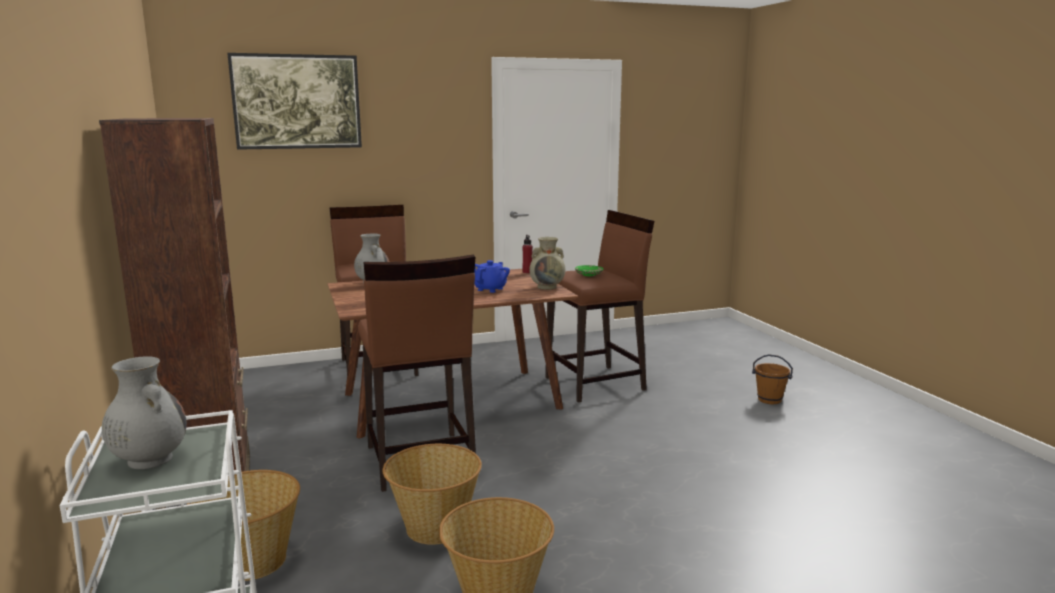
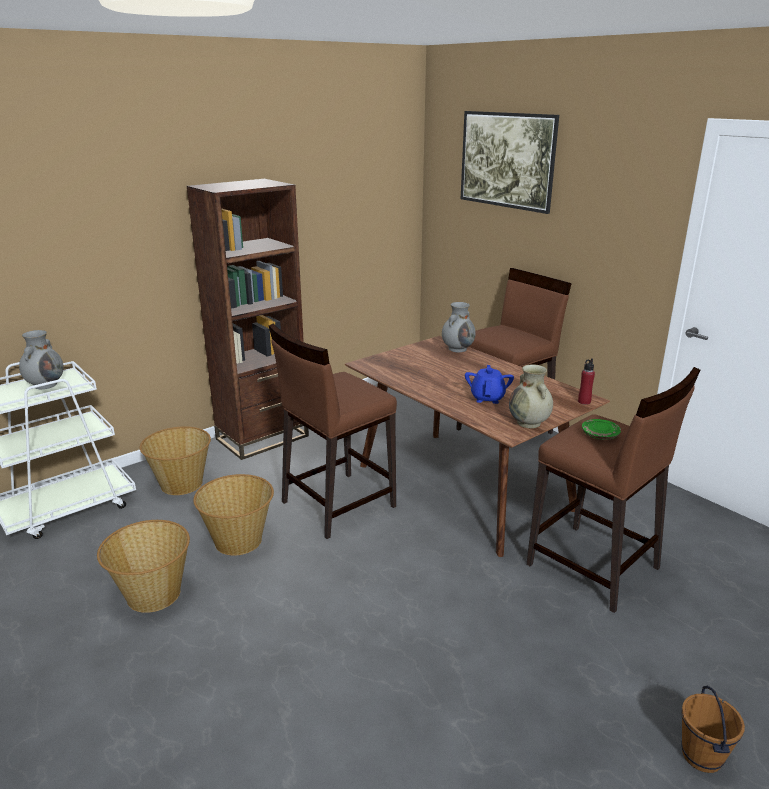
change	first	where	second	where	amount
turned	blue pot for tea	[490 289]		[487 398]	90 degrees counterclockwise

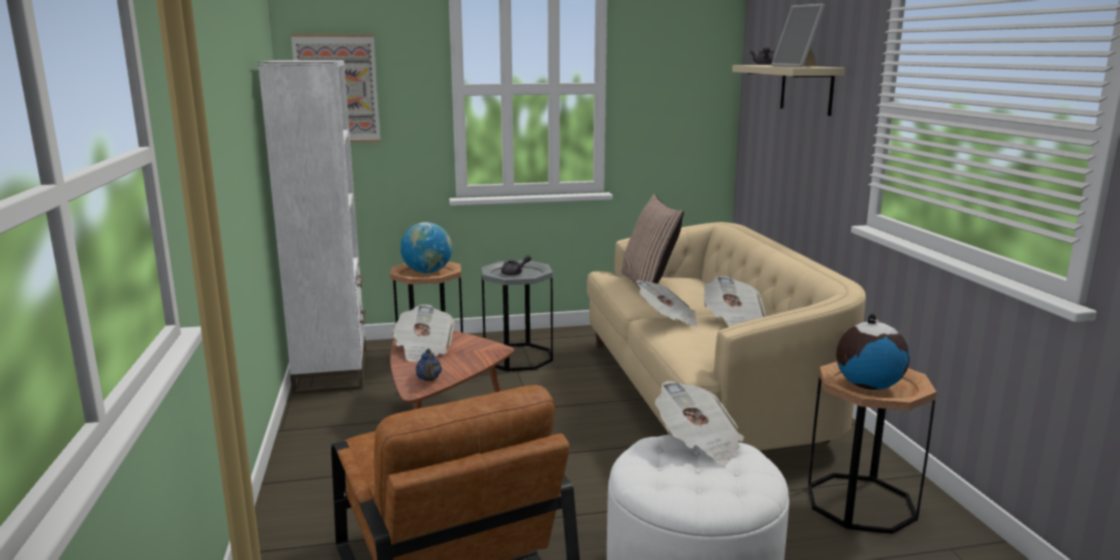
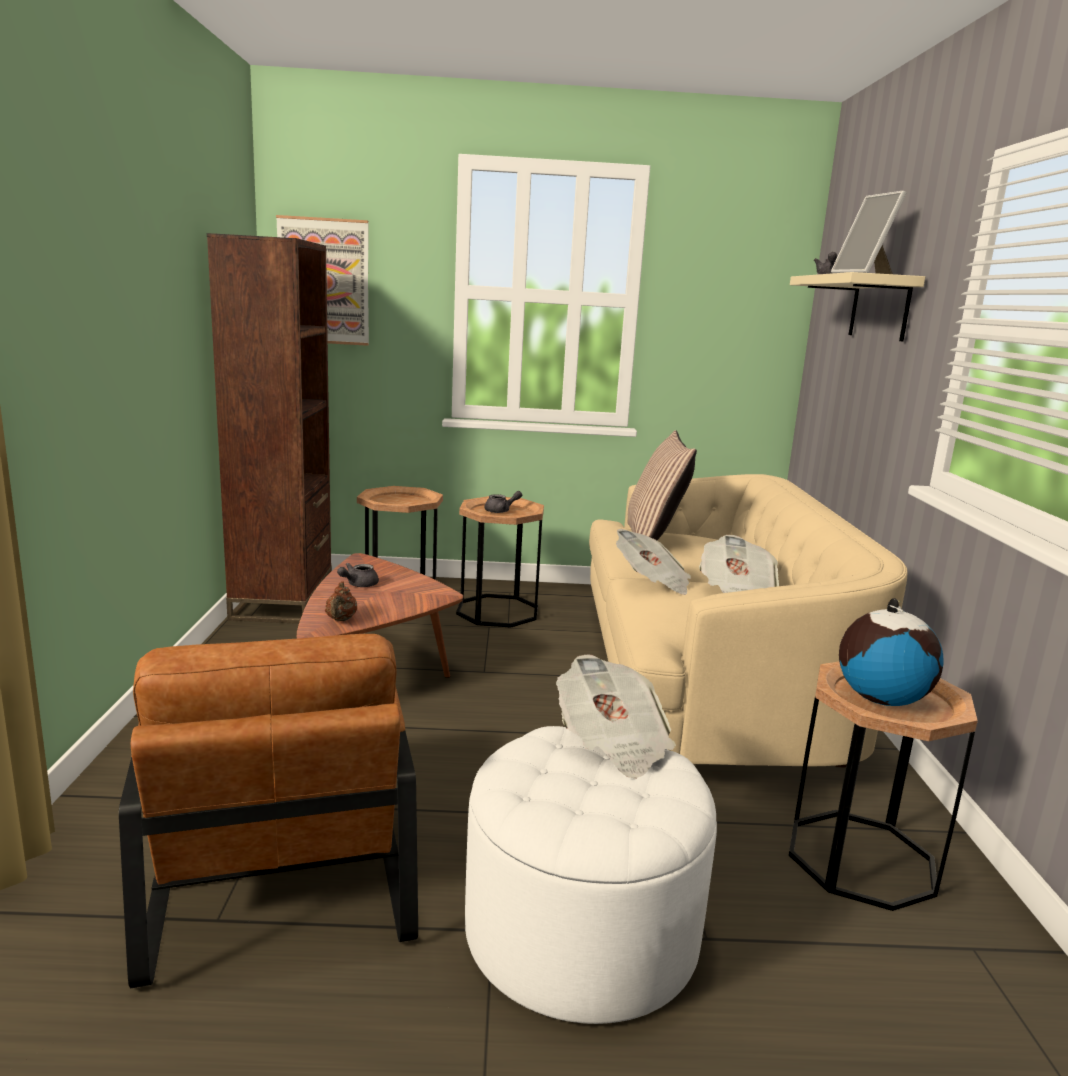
change	first	where	second	where	amount
removed	globe	[427 272]			
replaced	newspaper	[423 349]	grey pot for tea	[358 585]	
recoloured	white-coloured bookshelf	[332 372]	brown bookshelf	[283 602]	
recoloured	blue pot for tea	[429 380]	brown pot for tea	[341 620]	
recoloured	grey accent table	[518 357]	brown accent table	[497 611]	

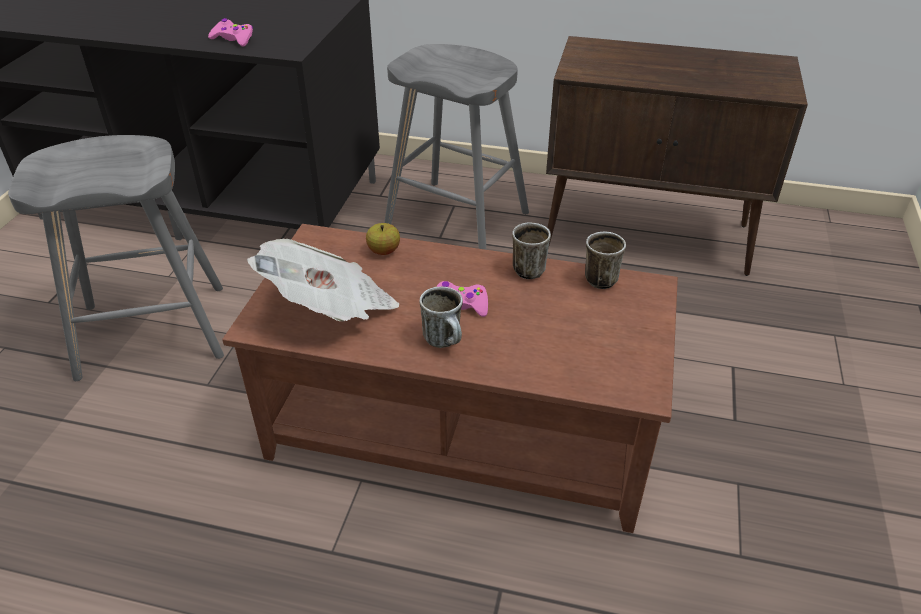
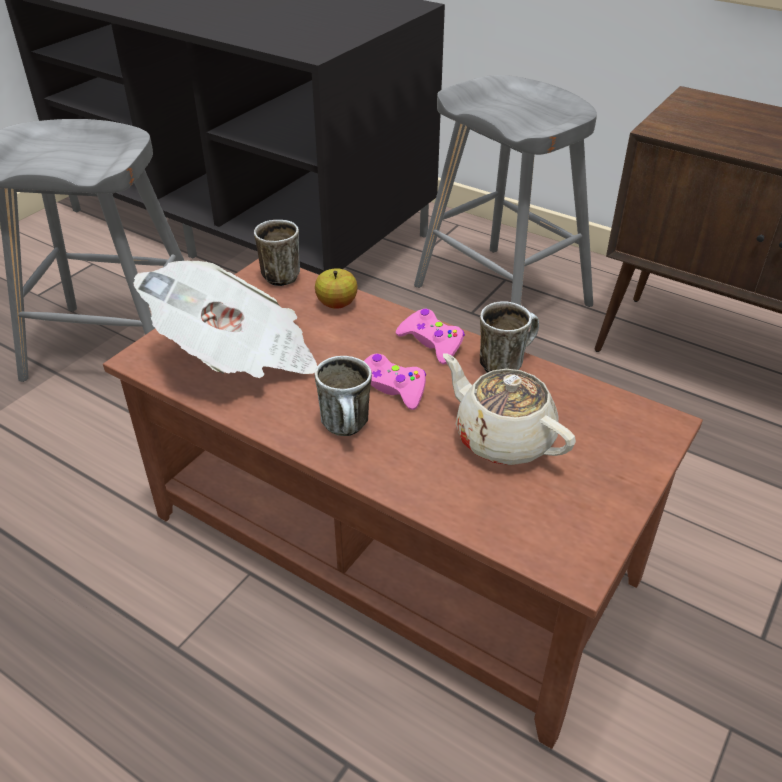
change	first	where	second	where	amount
added			beige-coloured pot for tea	[502 438]	
moved	pink-coloured joypad	[233 39]		[431 342]	
moved	tea mug	[598 277]		[282 274]	

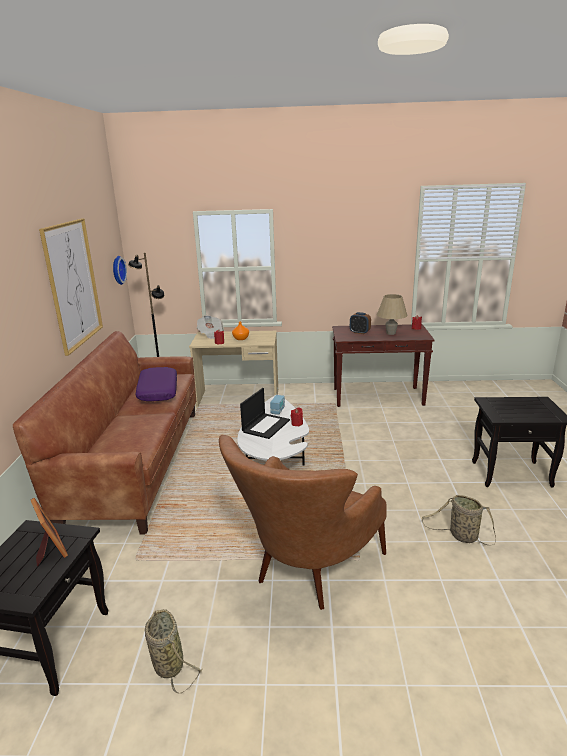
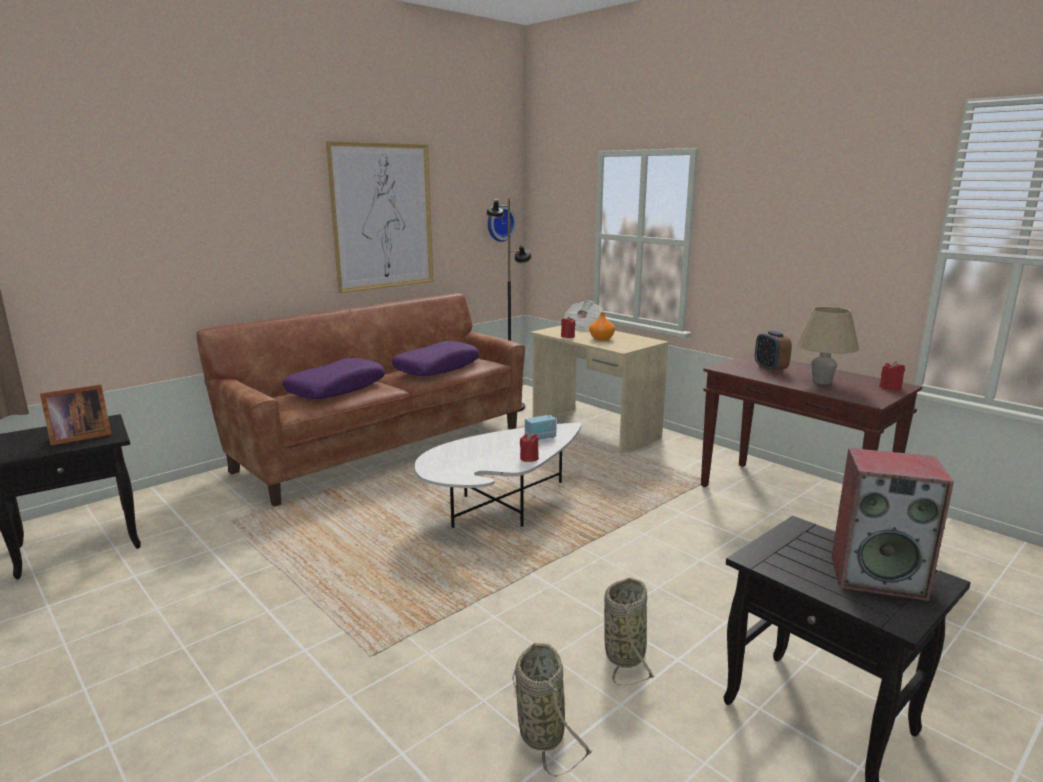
change	first	where	second	where	amount
removed	brown easy chair	[305 573]			
removed	laptop	[266 426]			
added			purple throw pillow	[336 389]	
added			audio speaker	[878 577]	
moved	storage basket	[167 663]		[625 653]	
turned	picture frame	[49 549]		[78 437]	45 degrees clockwise

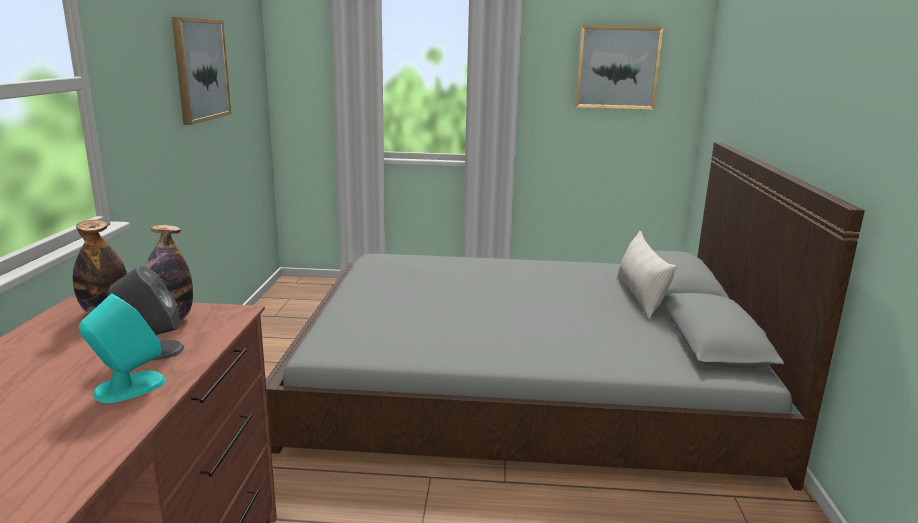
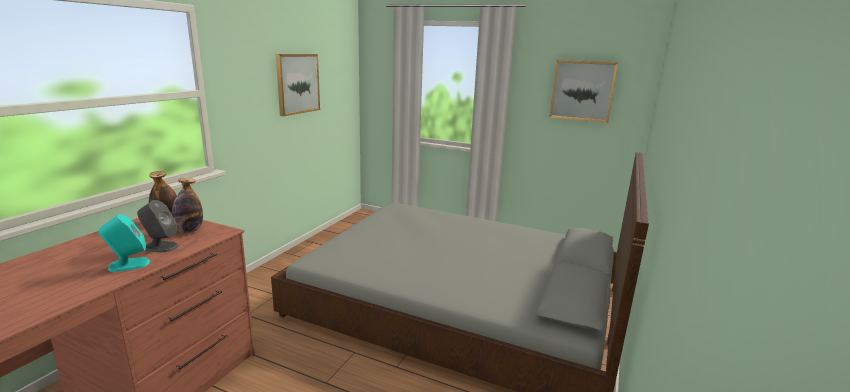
change	first	where	second	where	amount
removed	beige-coloured throw pillow	[640 296]			

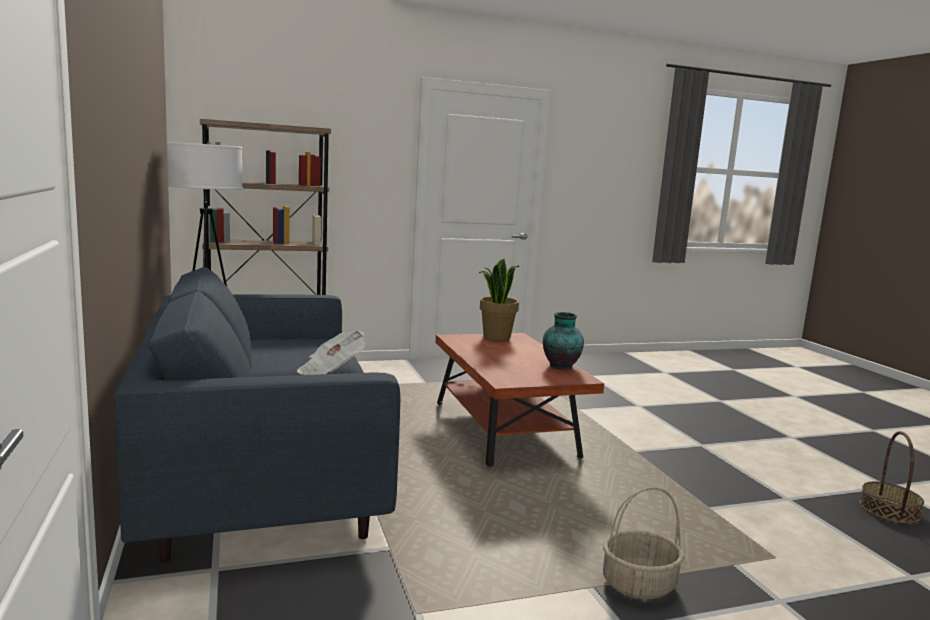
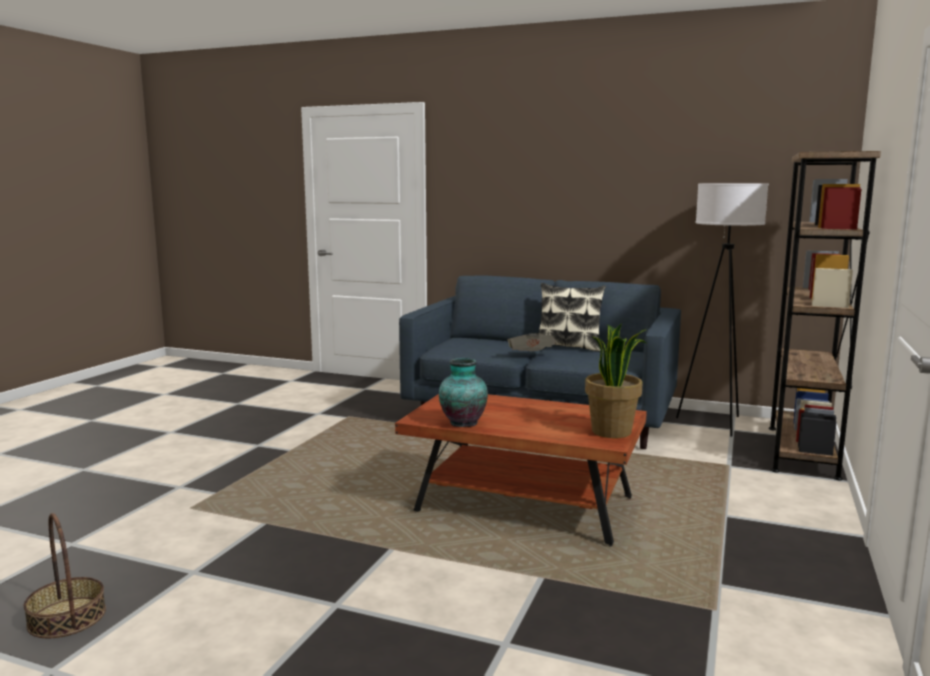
change	first	where	second	where	amount
removed	storage basket	[638 584]			
added			throw pillow	[568 347]	

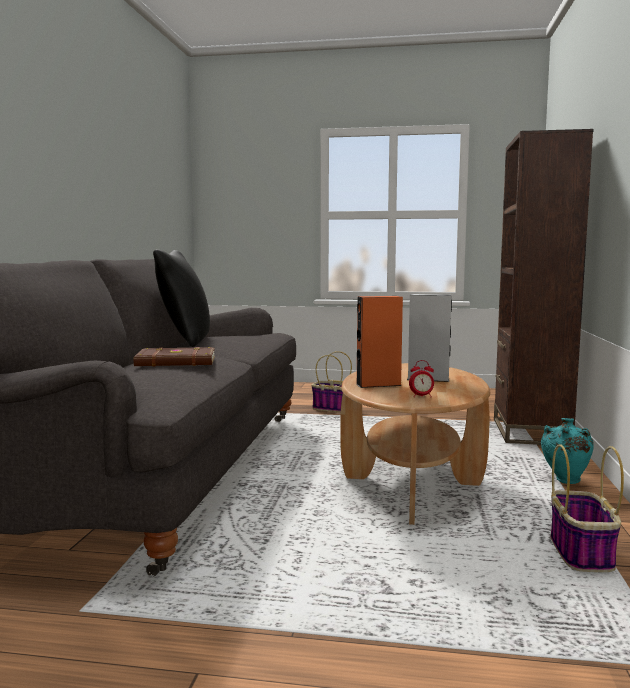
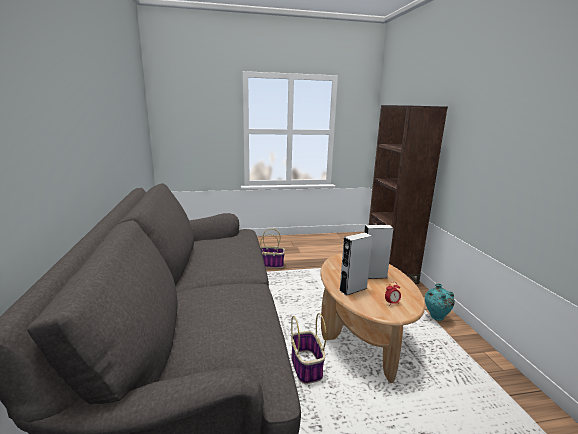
change	first	where	second	where	amount
removed	brown bound book	[176 362]			
removed	black-coloured throw pillow	[185 340]			
moved	storage basket	[582 553]		[306 367]	
recoloured	orange-coloured audio speaker	[378 384]	grey audio speaker	[353 289]	

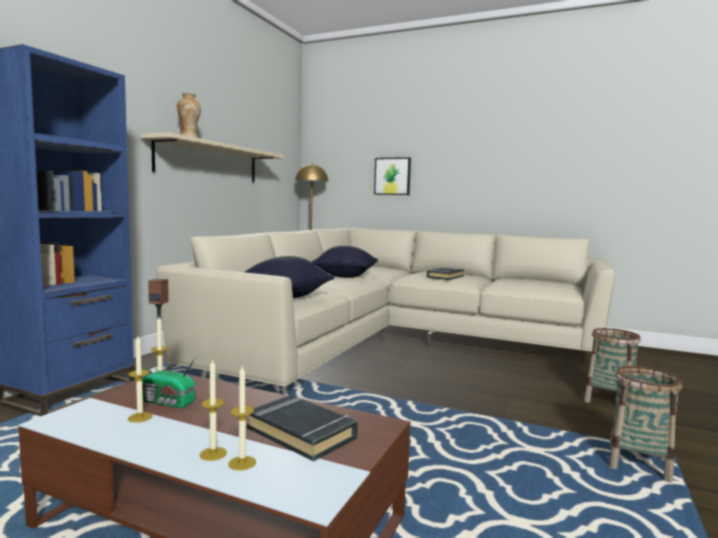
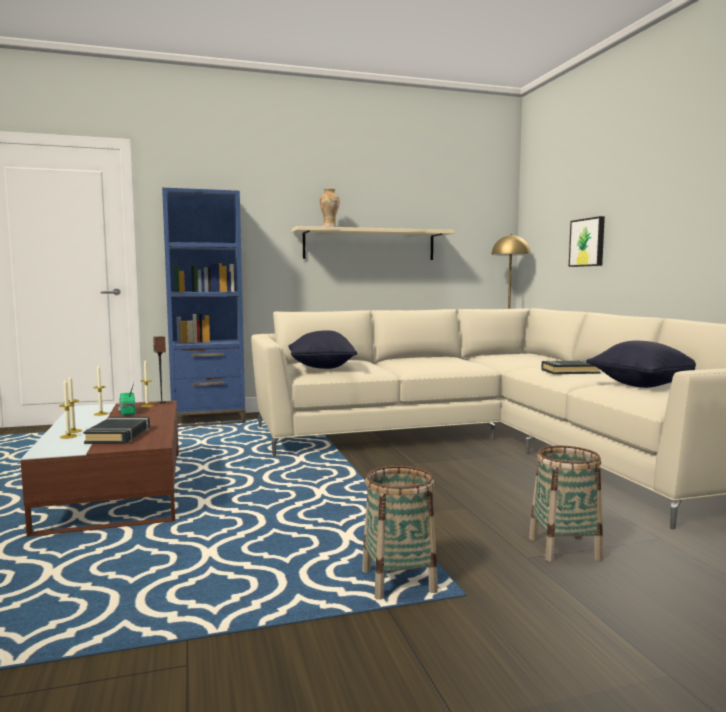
change	first	where	second	where	amount
moved	black-coloured throw pillow	[345 276]		[642 385]	

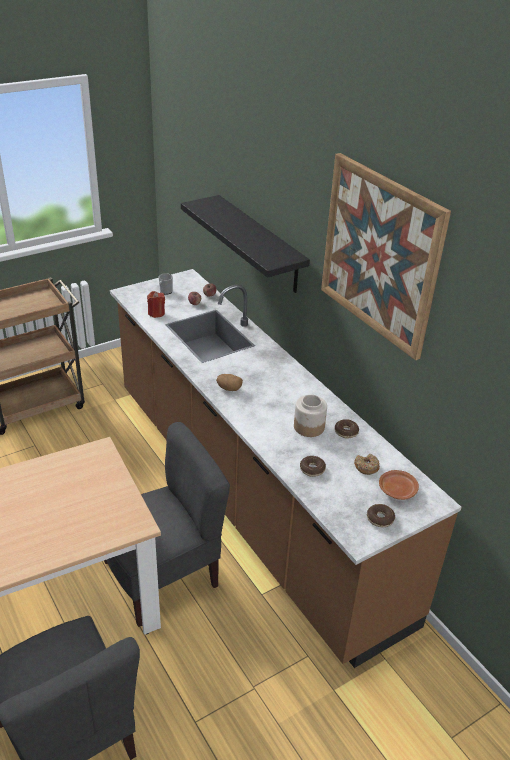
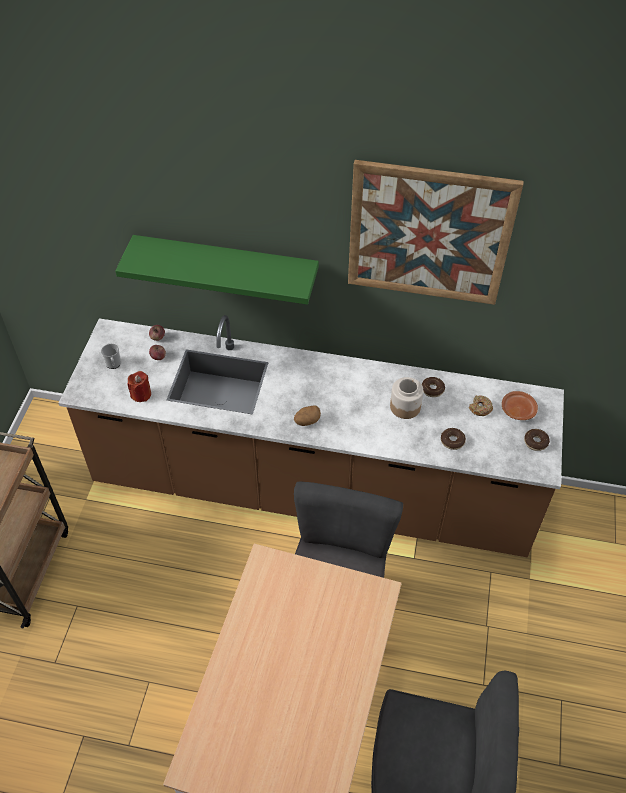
change	first	where	second	where	amount
recoloured	black-coloured shelf	[260 244]	green-coloured shelf	[226 265]	

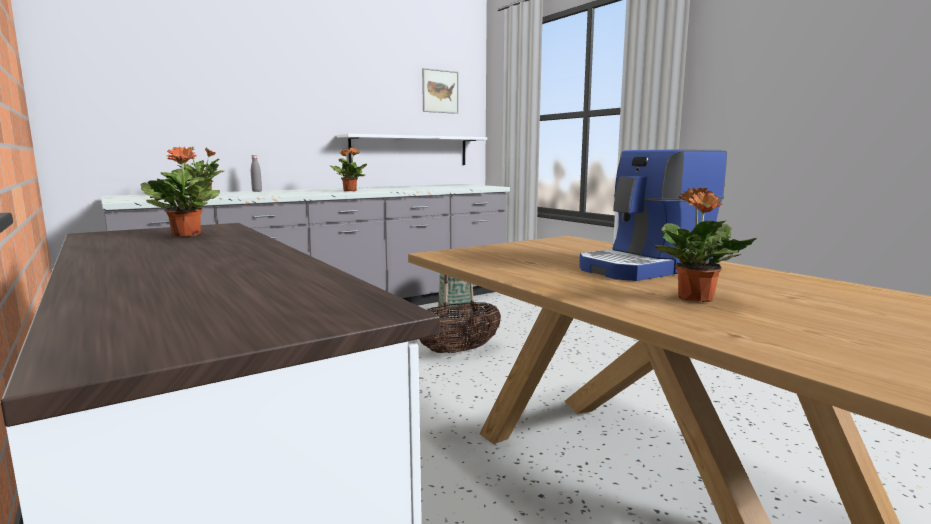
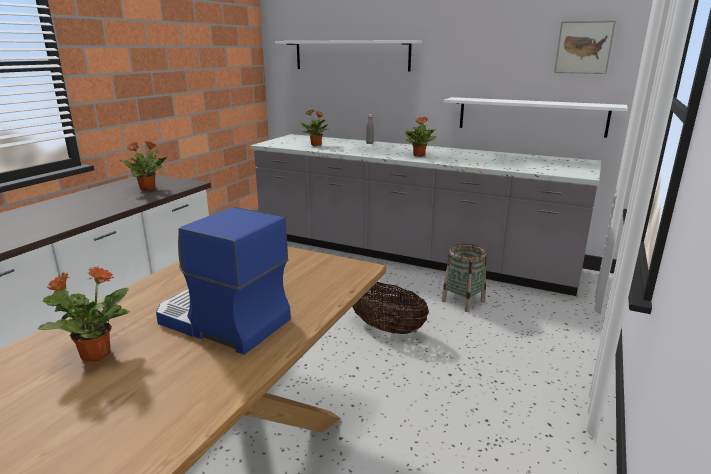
change	first	where	second	where	amount
added			white-coloured shelf	[351 55]	

